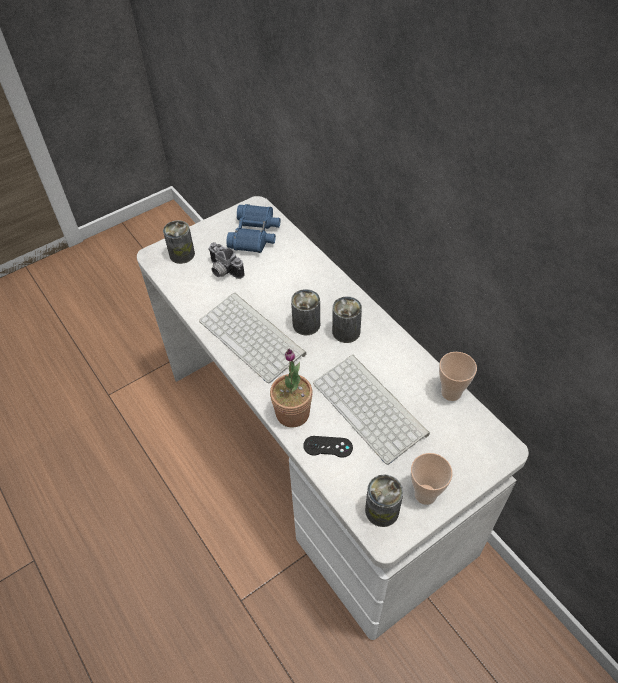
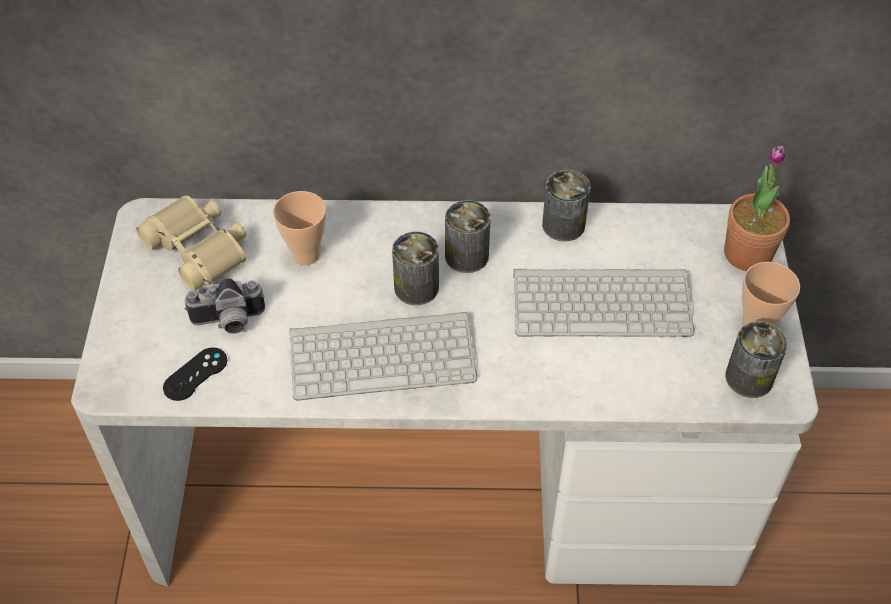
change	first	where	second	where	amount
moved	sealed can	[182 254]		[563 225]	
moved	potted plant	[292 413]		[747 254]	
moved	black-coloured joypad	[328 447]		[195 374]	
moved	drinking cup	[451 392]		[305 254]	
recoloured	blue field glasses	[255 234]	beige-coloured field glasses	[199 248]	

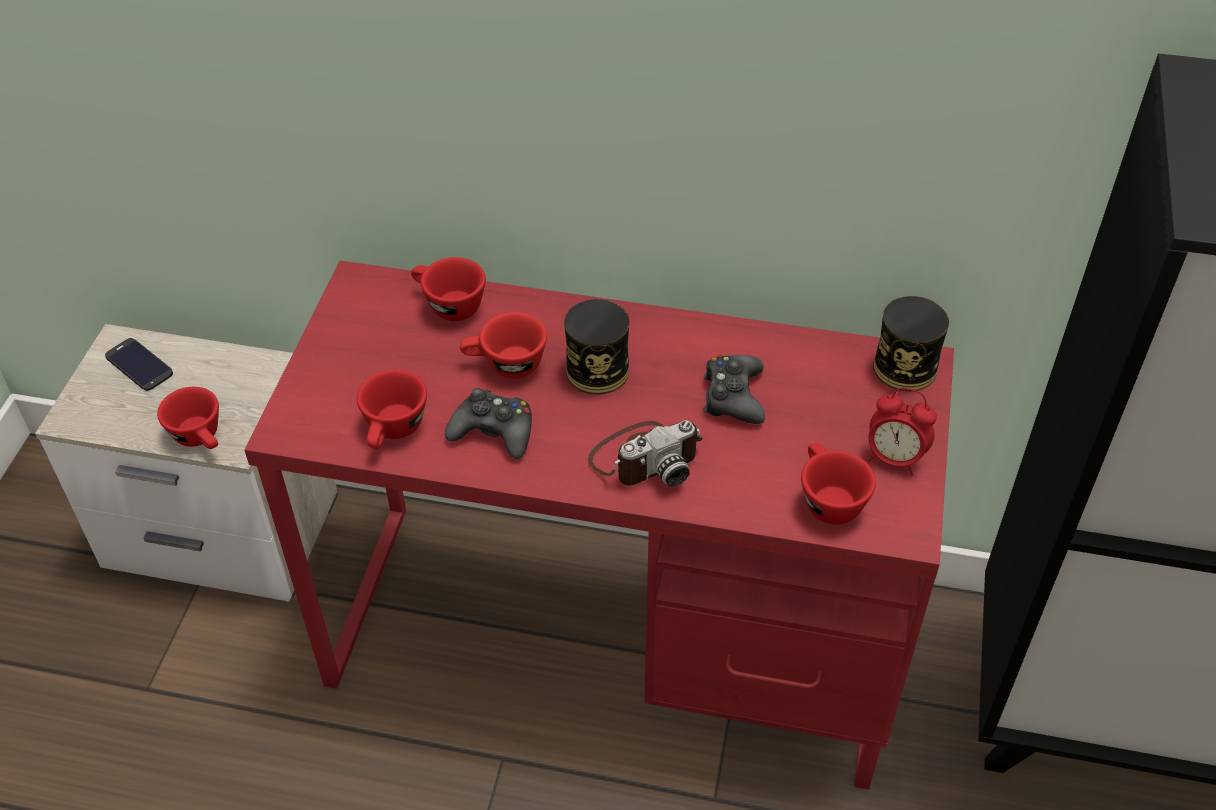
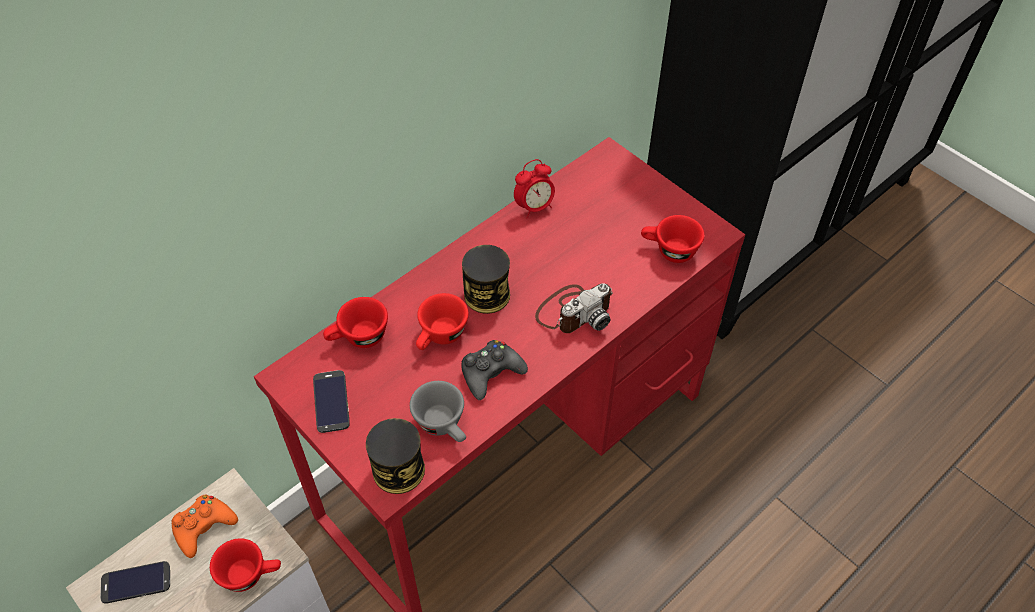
change	first	where	second	where	amount
removed	black-coloured joypad	[733 396]			
added			orange-coloured joypad	[203 527]	
added			handset	[331 401]	
moved	bedside clock	[894 458]		[534 207]	
moved	sealed can	[905 368]		[398 470]	
recoloured	reddish drinking cup	[394 431]	grey drinking cup	[444 425]	
turned	still camera	[645 457]		[574 311]	45 degrees clockwise

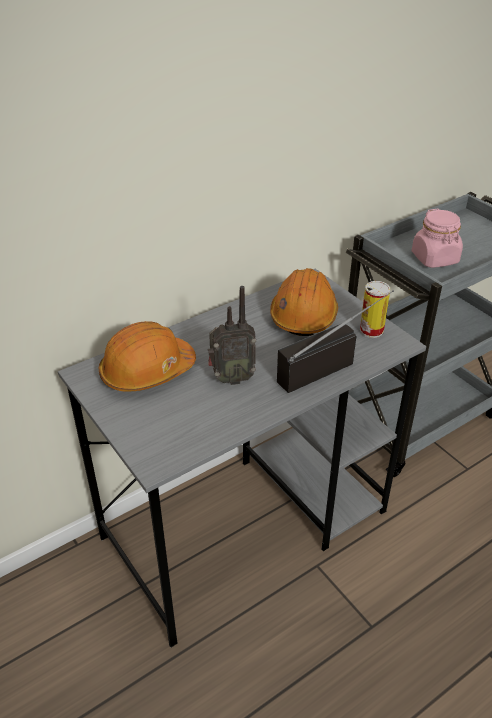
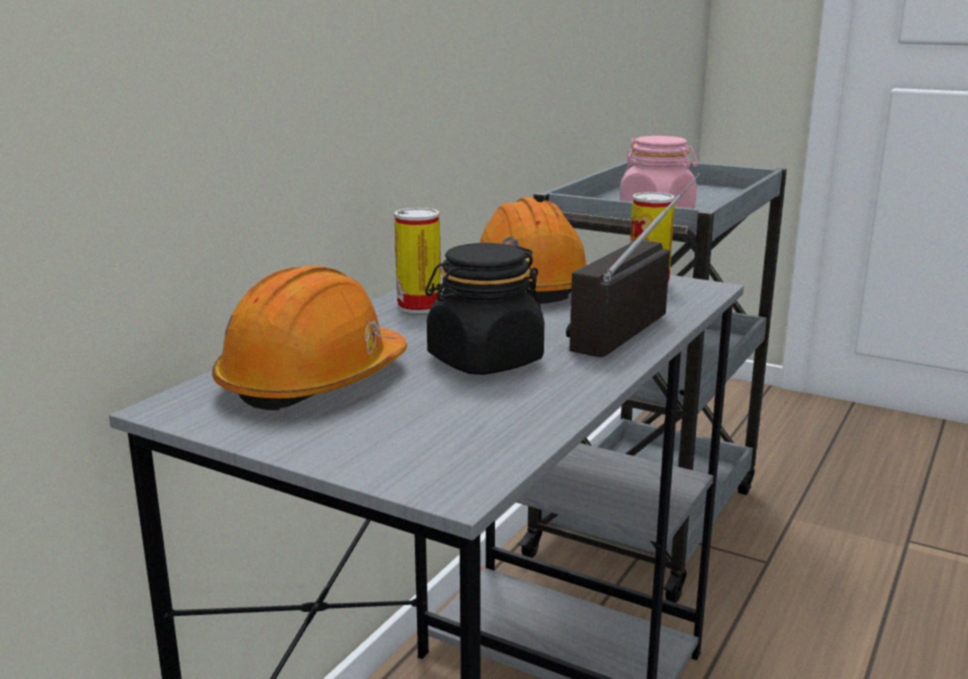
change	first	where	second	where	amount
added			sealed can	[419 306]	
replaced	radio receiver	[231 378]	black-coloured jar	[484 360]	

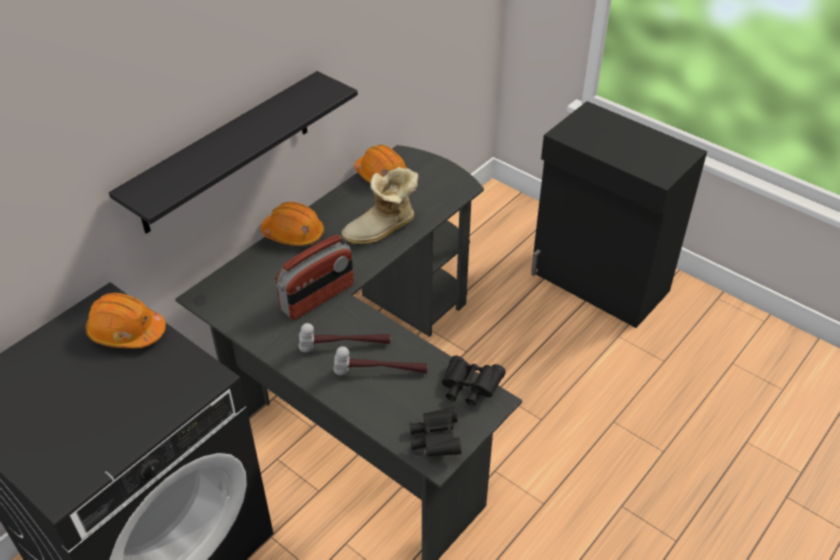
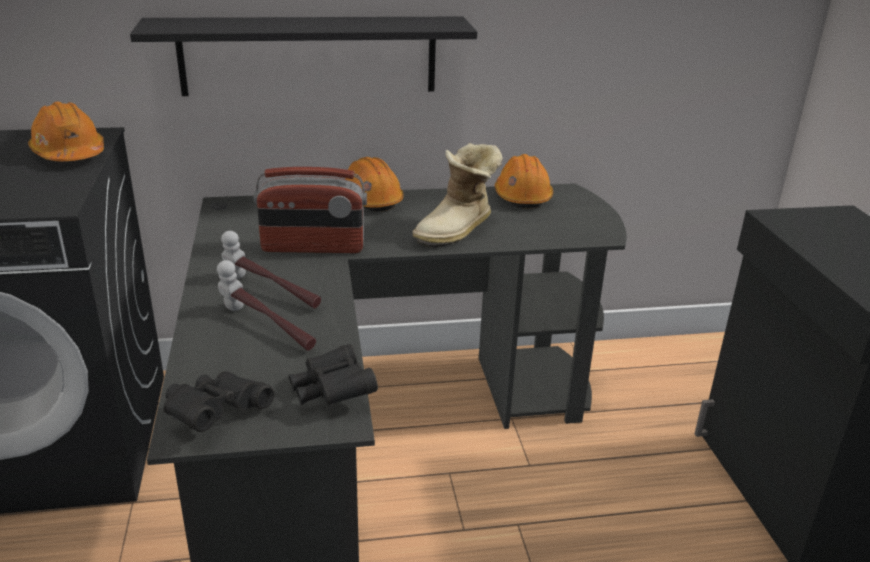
change	first	where	second	where	amount
turned	boot	[382 230]		[458 230]	60 degrees counterclockwise

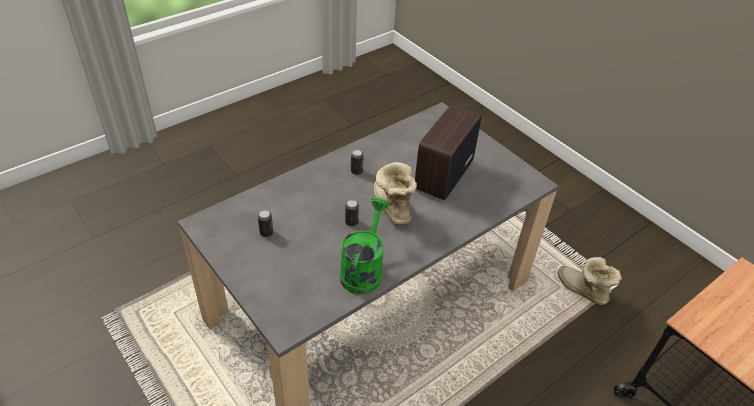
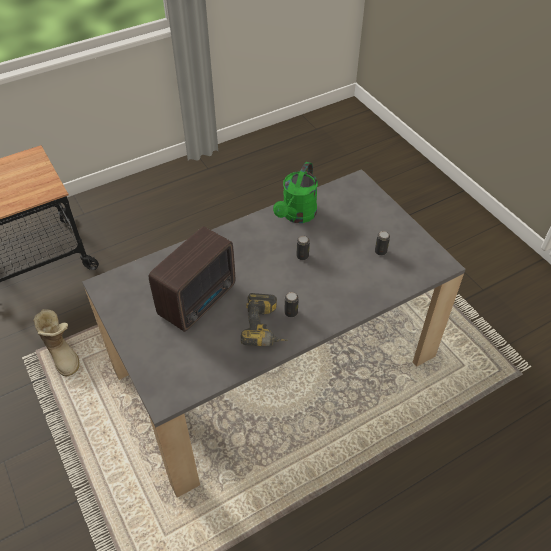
change	first	where	second	where	amount
removed	boot	[390 207]			
added			power drill	[266 328]	

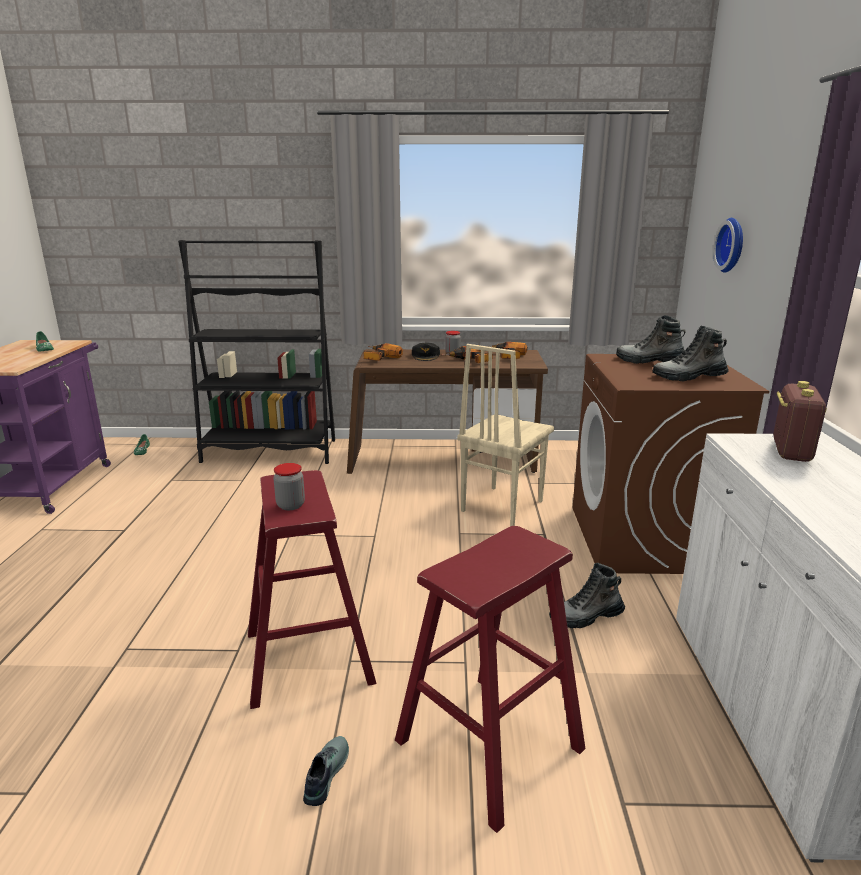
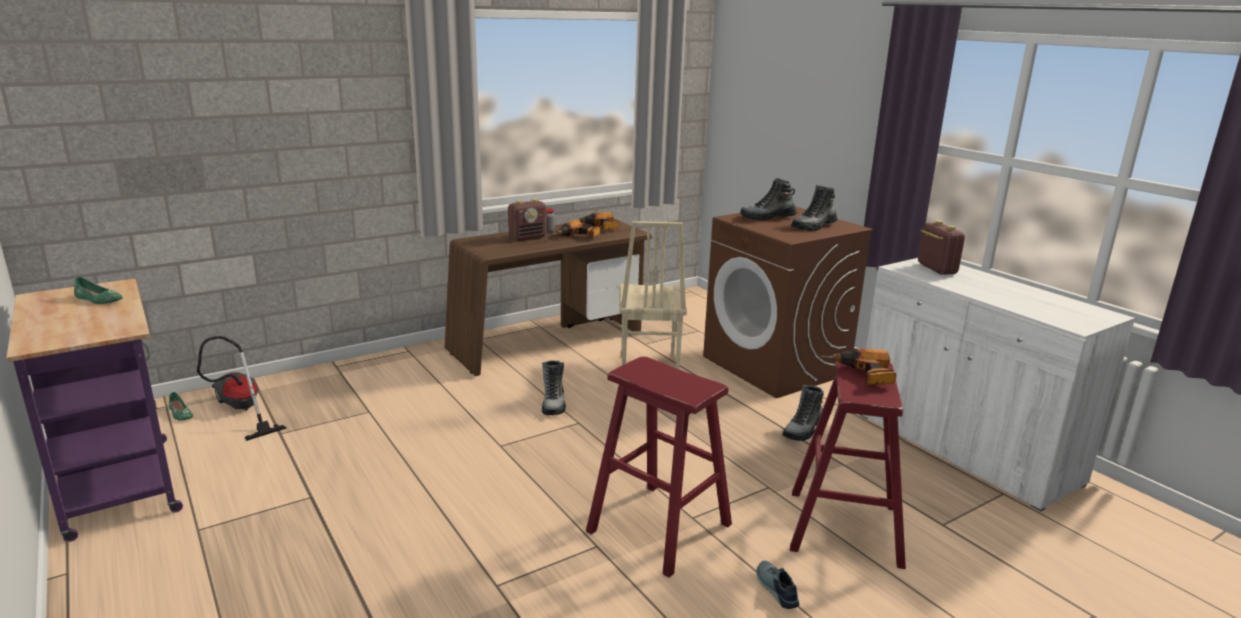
change	first	where	second	where	amount
removed	black-coloured bookshelf	[270 451]			
removed	jar	[290 505]			
removed	clock on the wall	[733 245]			
added			vacuum	[240 411]	
added			boot	[553 404]	
moved	power drill	[378 358]		[862 375]	
replaced	black-coloured baseball cap	[426 356]	radio receiver	[528 238]	

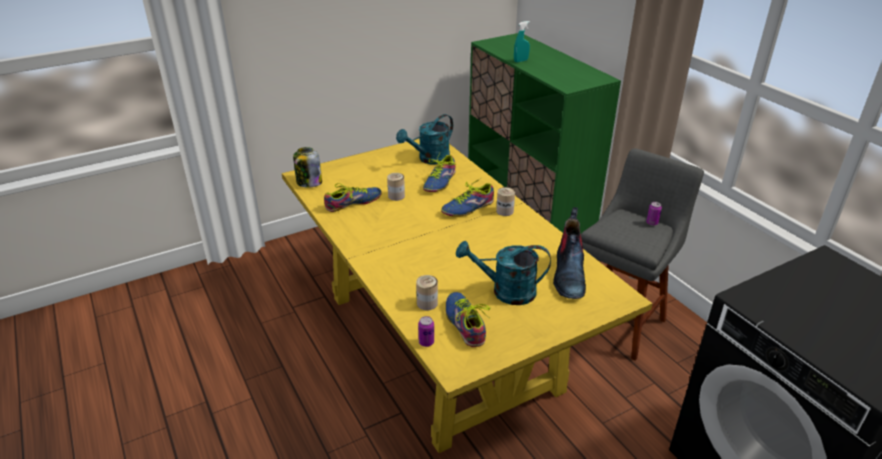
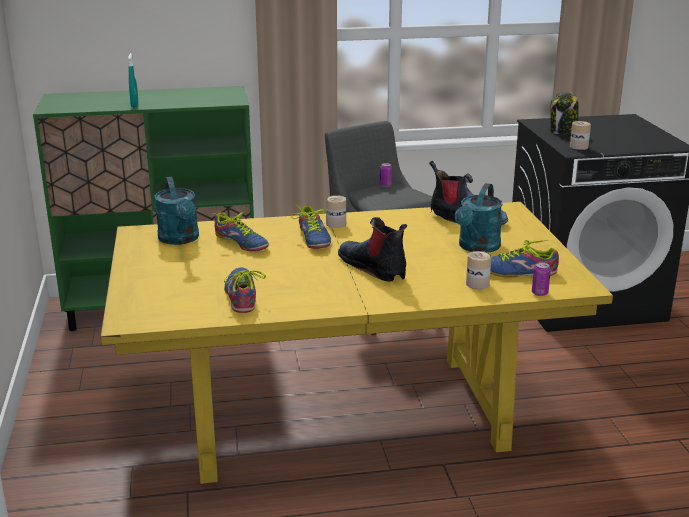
change	first	where	second	where	amount
added			boot	[373 268]	
moved	jar	[309 182]		[563 131]	
moved	sealed can	[396 196]		[579 147]	

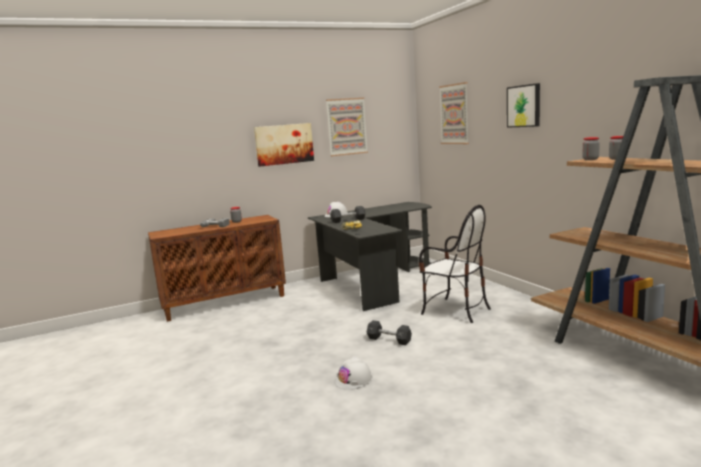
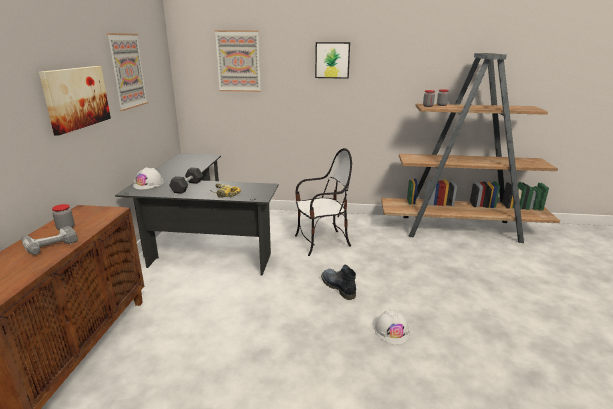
change	first	where	second	where	amount
replaced	black-coloured hand weight	[389 340]	boot	[337 287]	

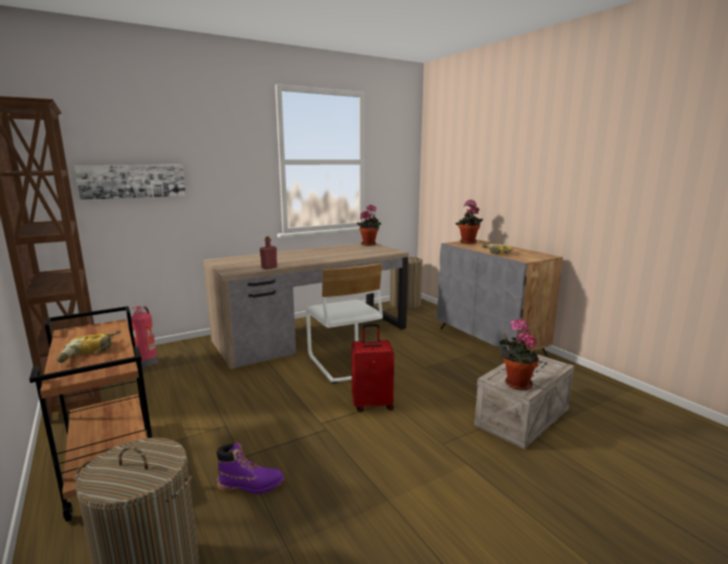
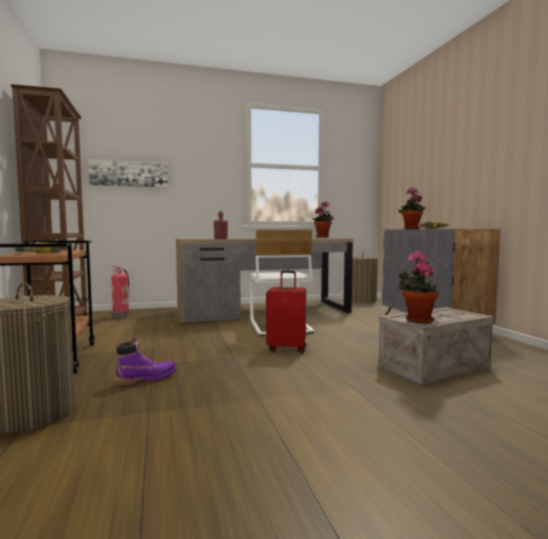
change	first	where	second	where	amount
turned	purple boot	[251 485]		[147 379]	45 degrees counterclockwise

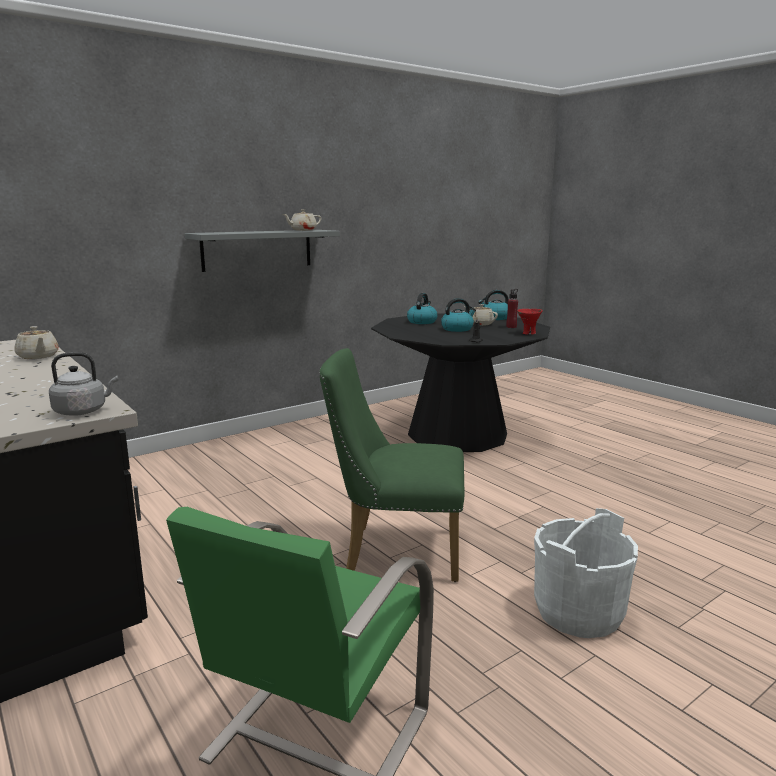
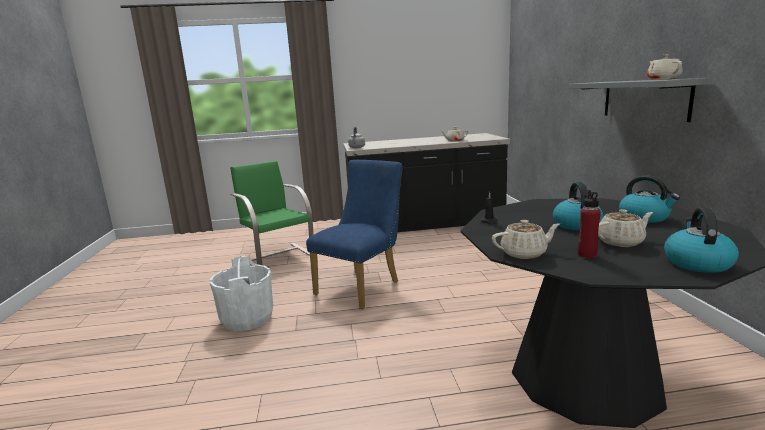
change	first	where	second	where	amount
replaced	reddish serving bowl	[528 333]	beige-coloured pot for tea	[524 253]	
recoloured	green-coloured upright chair	[394 551]	blue upright chair	[362 286]	

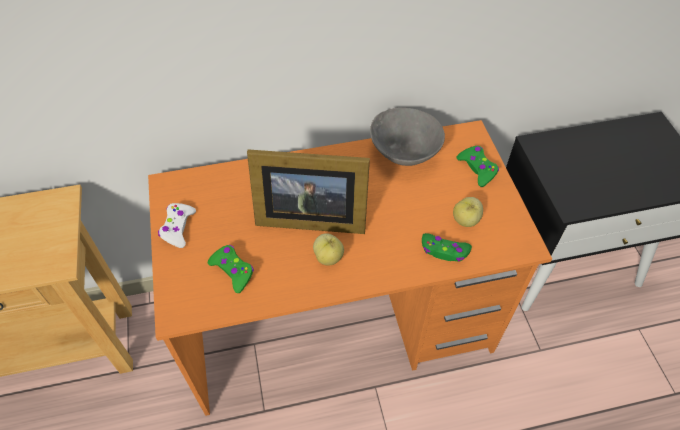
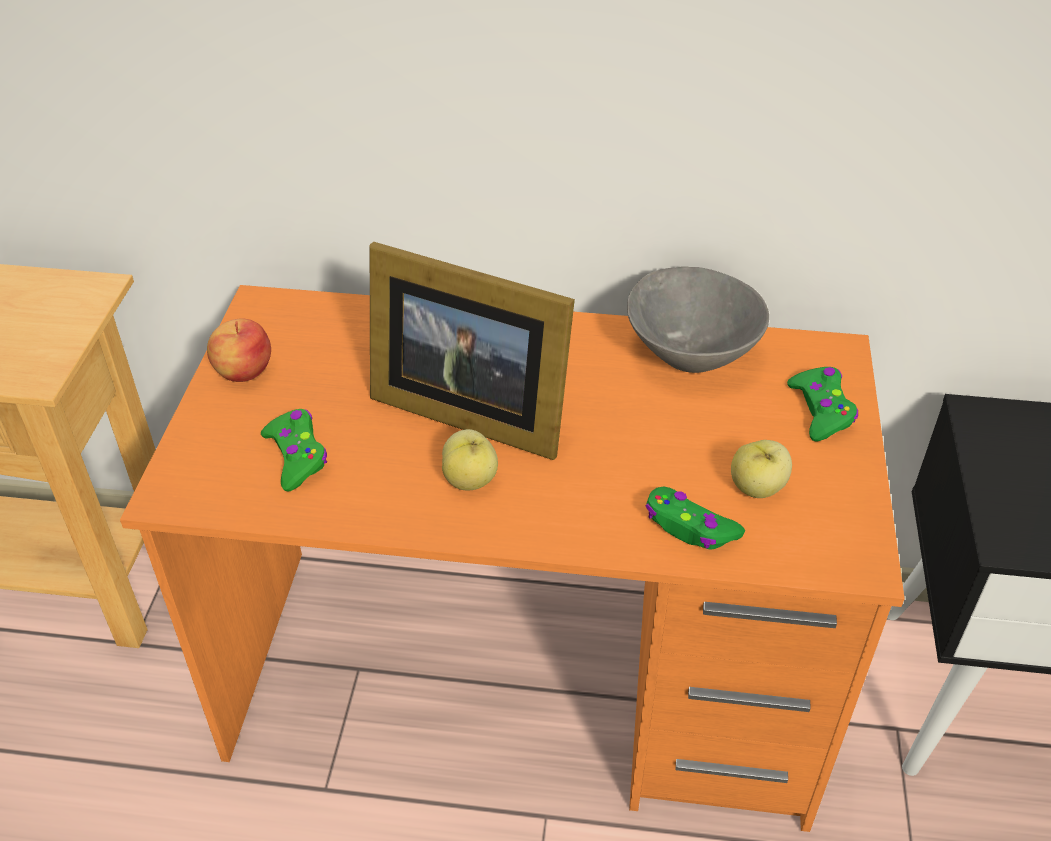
change	first	where	second	where	amount
replaced	white-coloured joypad	[178 228]	apple fruit	[243 371]	

